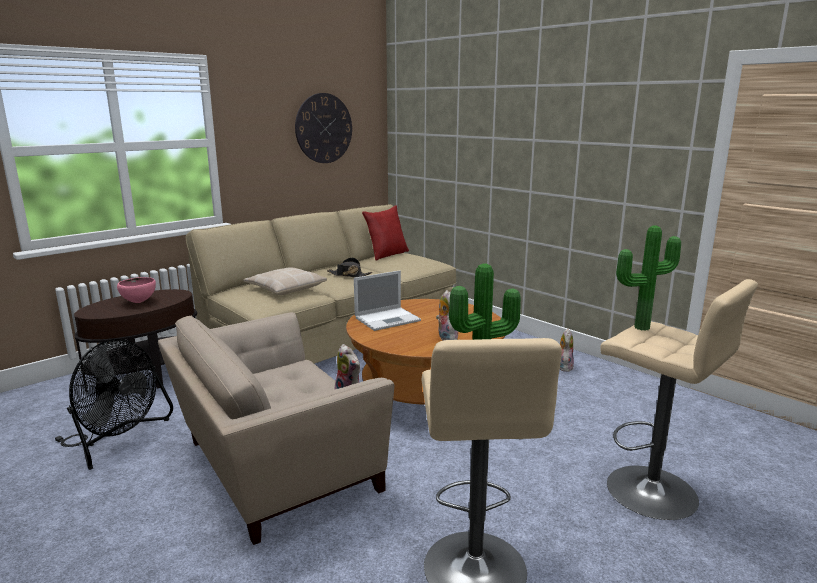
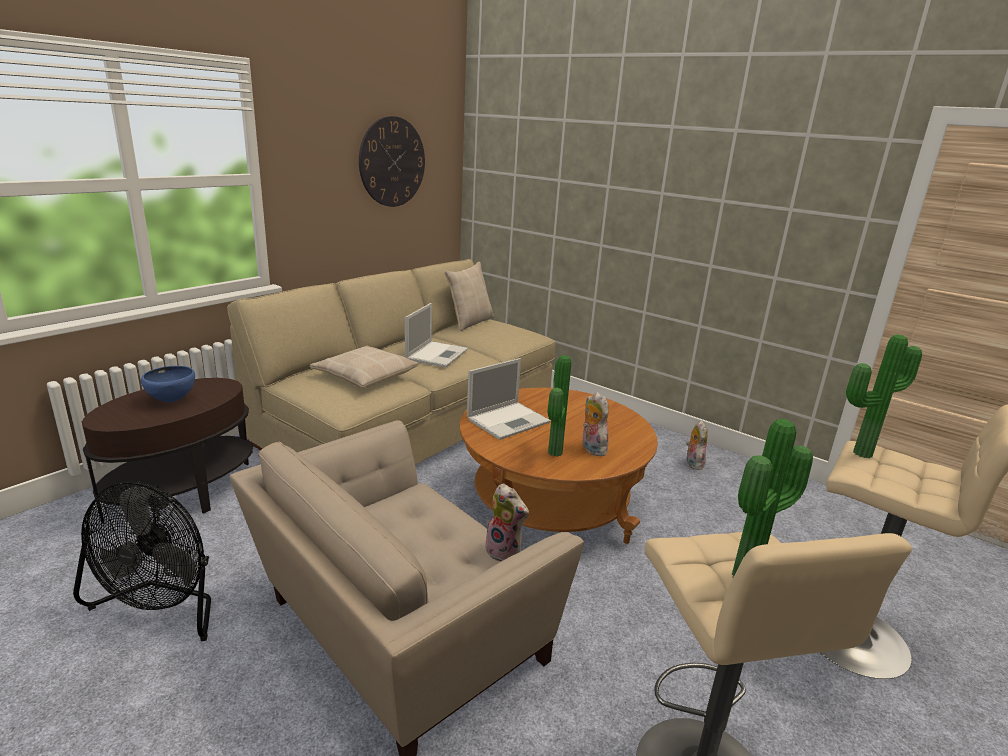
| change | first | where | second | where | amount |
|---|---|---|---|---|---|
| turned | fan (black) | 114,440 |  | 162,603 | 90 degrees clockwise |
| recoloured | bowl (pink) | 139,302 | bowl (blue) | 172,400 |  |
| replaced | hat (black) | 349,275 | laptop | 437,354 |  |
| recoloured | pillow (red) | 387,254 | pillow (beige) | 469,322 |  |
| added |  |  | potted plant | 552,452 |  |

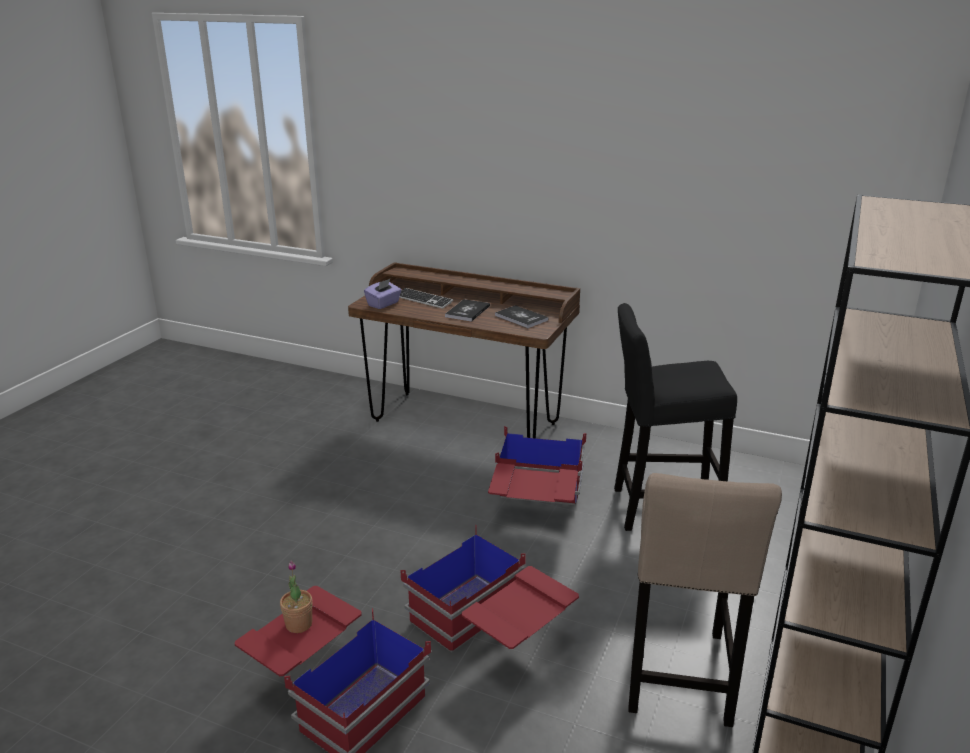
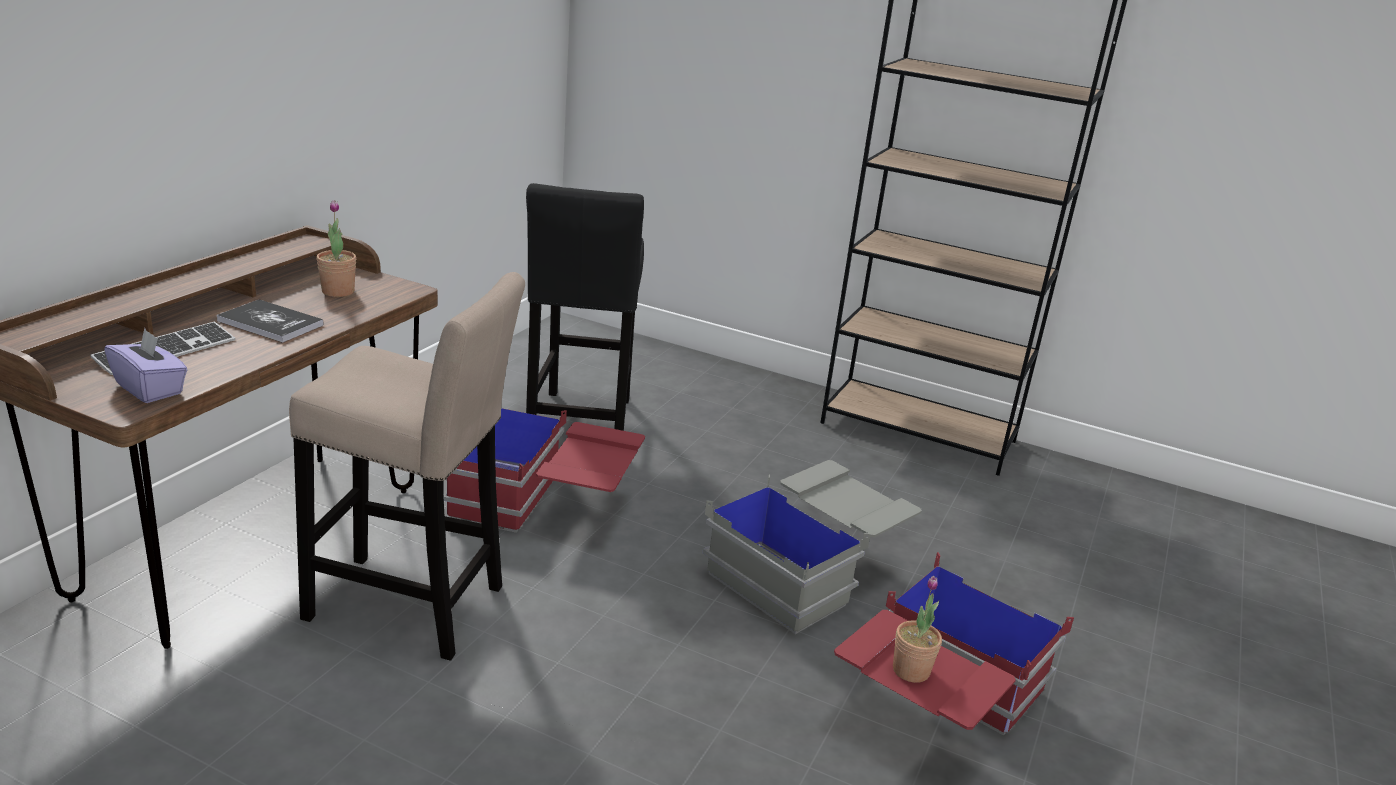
| change | first | where | second | where | amount |
|---|---|---|---|---|---|
| recoloured | storage box (red) | 490,632 | storage box (grey) | 808,573 |  |
| replaced | book | 521,318 | potted plant | 338,291 |  |
| moved | stool (beige) | 678,678 |  | 414,607 |  |

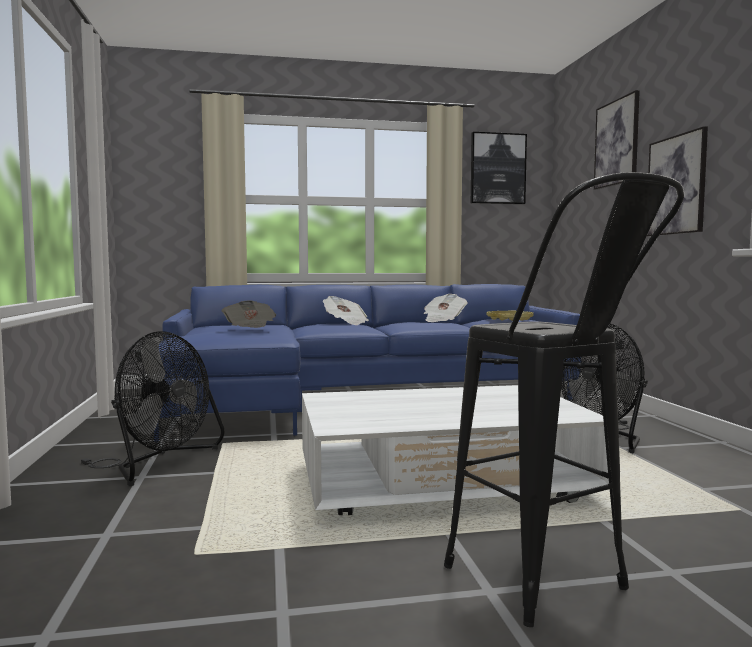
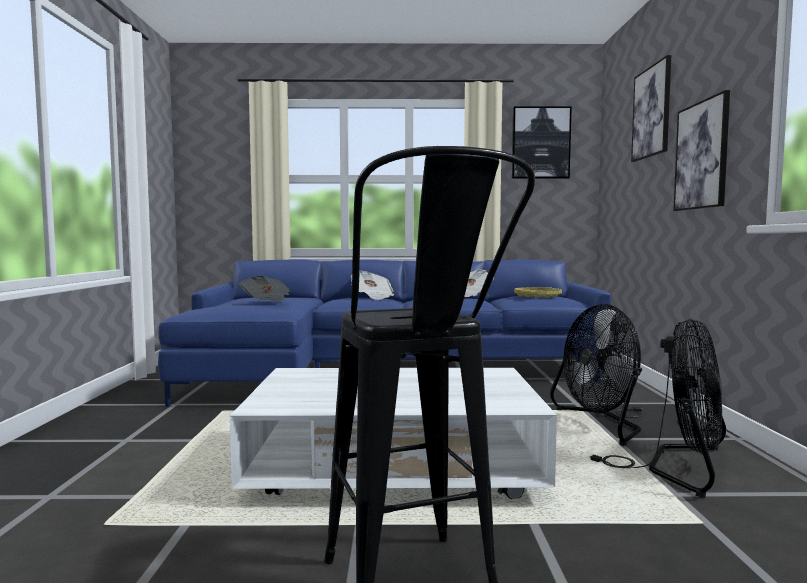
| change | first | where | second | where | amount |
|---|---|---|---|---|---|
| moved | fan (black) | 154,463 |  | 676,466 |  |

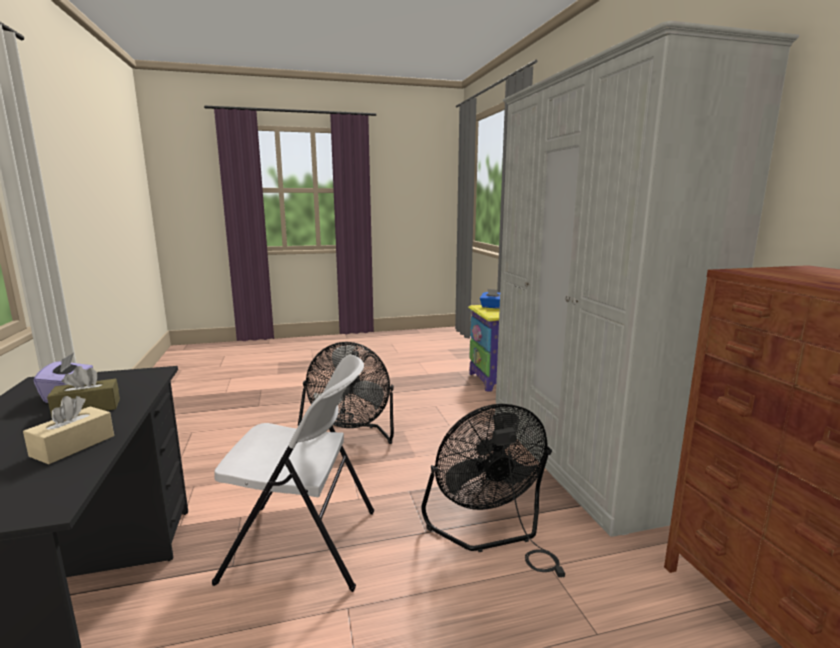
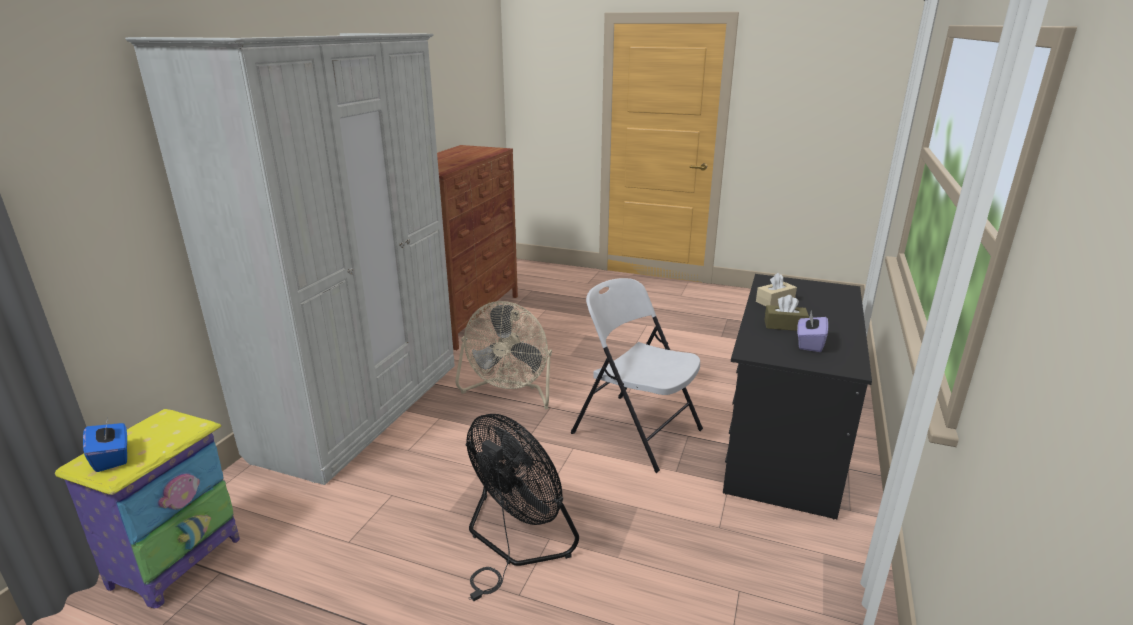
| change | first | where | second | where | amount |
|---|---|---|---|---|---|
| recoloured | fan (black) | 499,532 | fan (beige) | 508,390 |  |

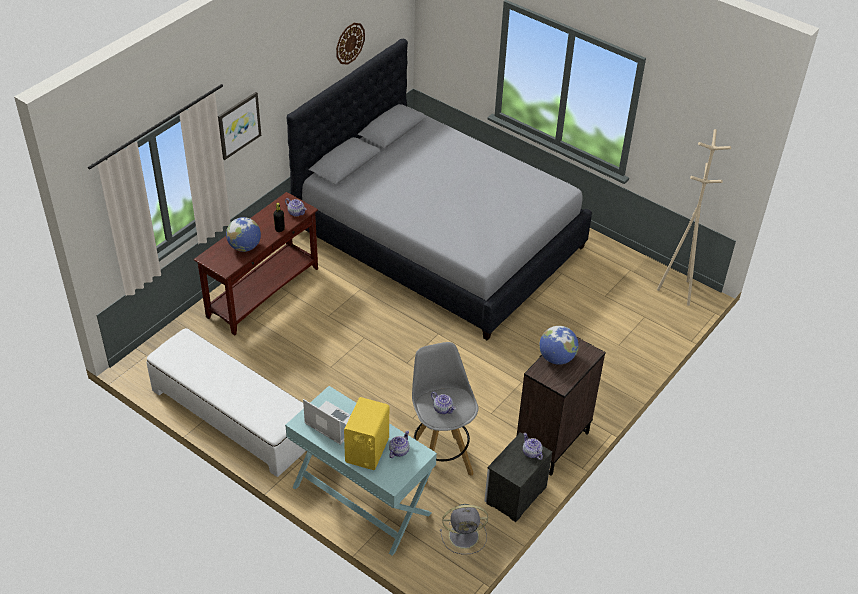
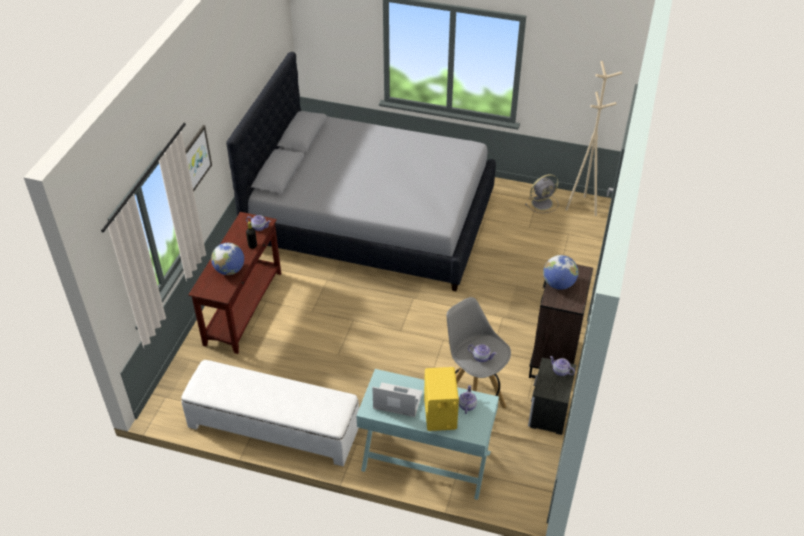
| change | first | where | second | where | amount |
|---|---|---|---|---|---|
| removed | wall clock | 350,43 |  |  |  |
| moved | fan (grey) | 465,536 |  | 543,203 |  |

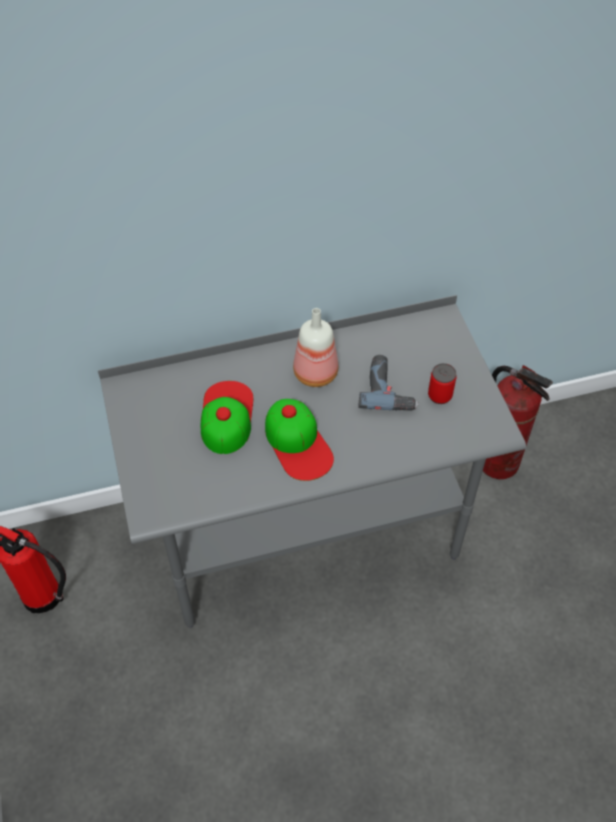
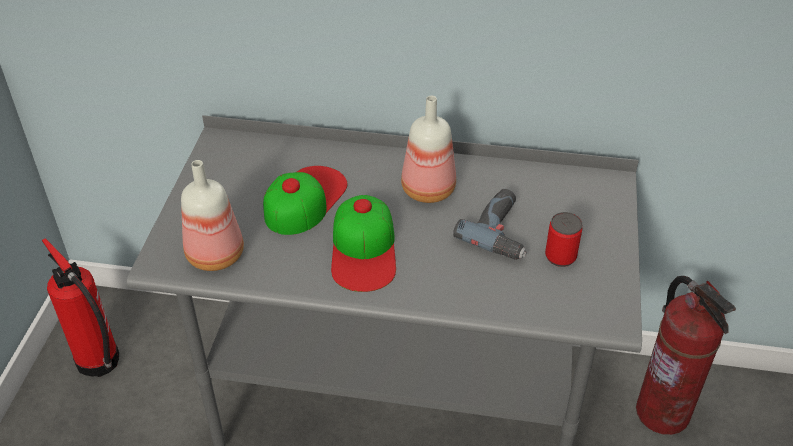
| change | first | where | second | where | amount |
|---|---|---|---|---|---|
| added |  |  | bottle | 215,254 |  |

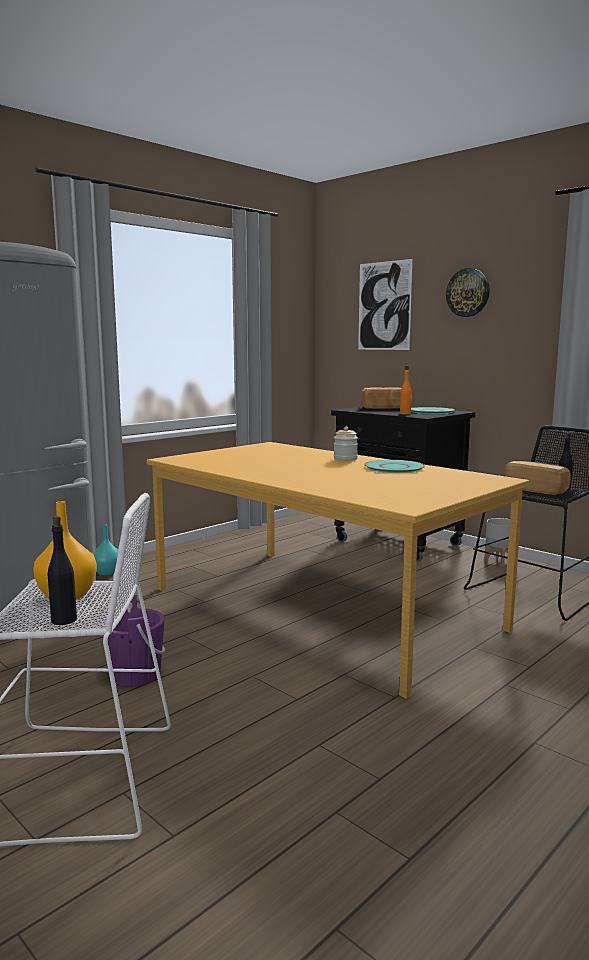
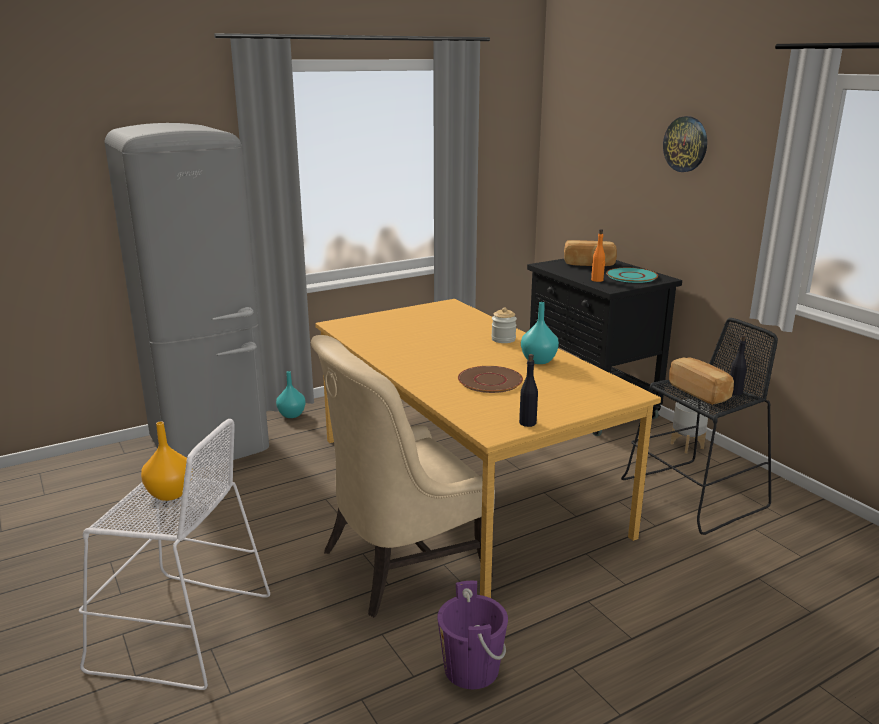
| change | first | where | second | where | amount |
|---|---|---|---|---|---|
| moved | bottle (black) | 64,620 |  | 527,423 |  |
| moved | bucket (purple) | 135,674 |  | 471,669 |  |
| removed | picture | 384,306 |  |  |  |
| replaced | plate (turquoise) | 394,467 | vase (turquoise) | 539,360 |  |
| added |  |  | chair (beige) | 402,563 |  |
| added |  |  | plate (brown) | 490,380 |  |

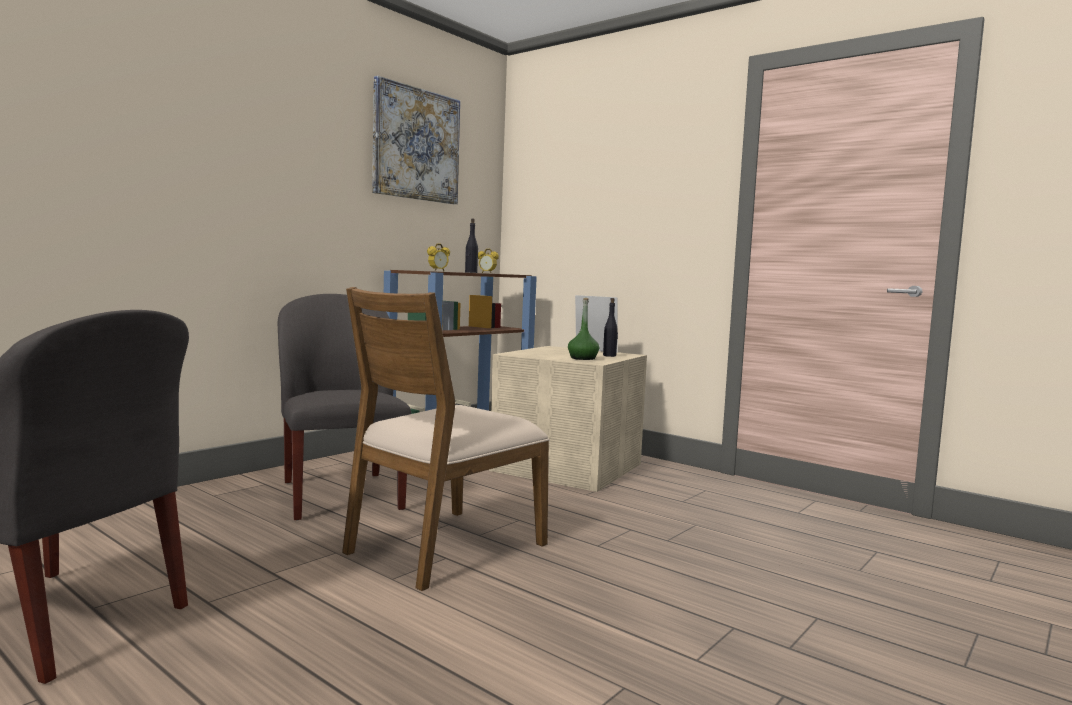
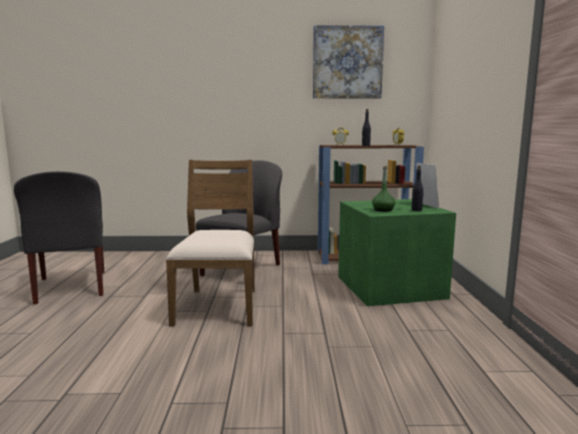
| change | first | where | second | where | amount |
|---|---|---|---|---|---|
| turned | chair (brown) | 443,547 |  | 218,306 | 90 degrees clockwise |
| recoloured | storage box (beige) | 564,467 | storage box (green) | 388,286 |  |

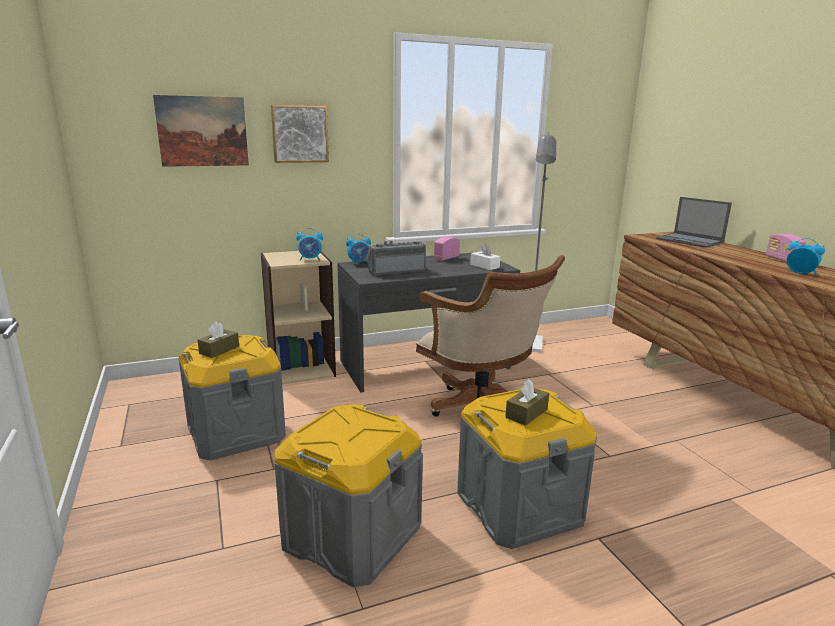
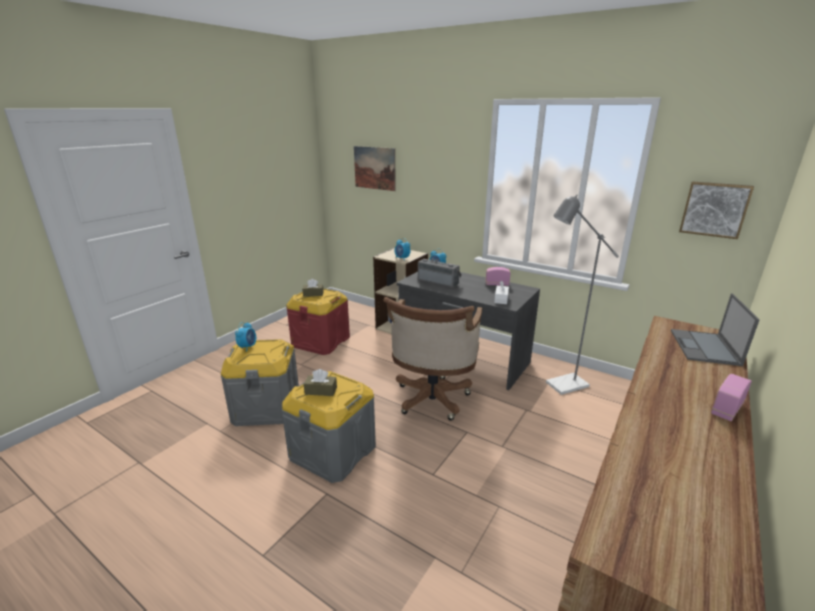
| change | first | where | second | where | amount |
|---|---|---|---|---|---|
| recoloured | storage box (grey) | 236,432 | storage box (red) | 321,341 |  |
| moved | picture | 300,134 |  | 714,209 |  |
| moved | alarm clock | 800,273 |  | 248,347 |  |

